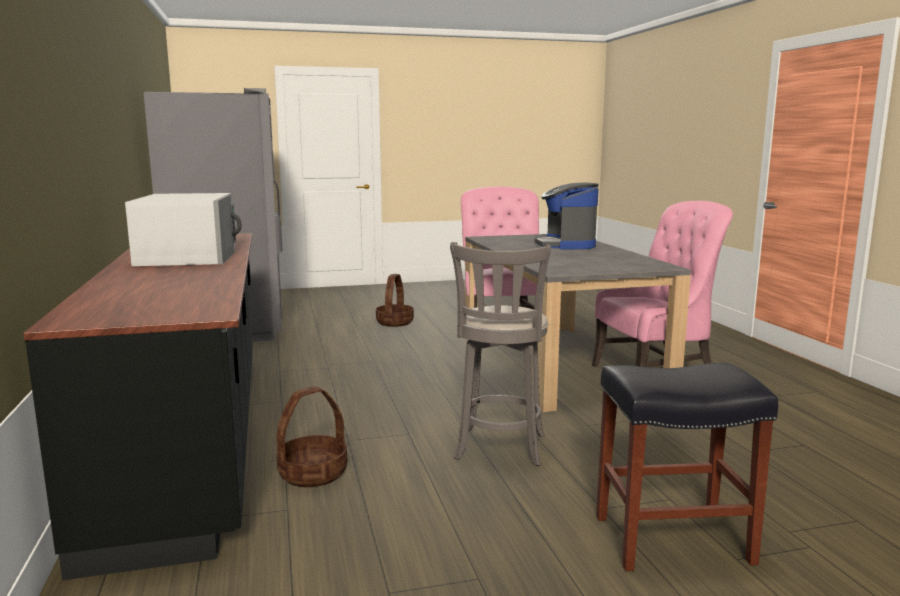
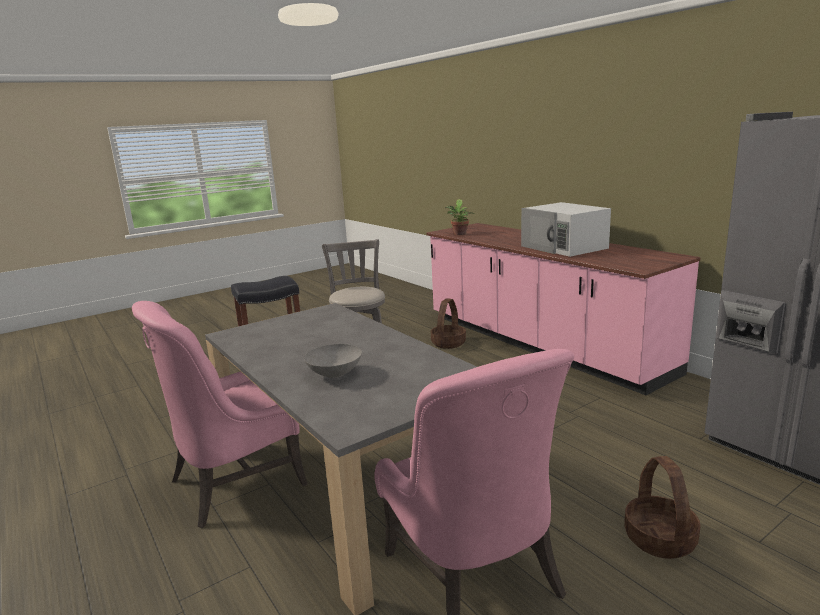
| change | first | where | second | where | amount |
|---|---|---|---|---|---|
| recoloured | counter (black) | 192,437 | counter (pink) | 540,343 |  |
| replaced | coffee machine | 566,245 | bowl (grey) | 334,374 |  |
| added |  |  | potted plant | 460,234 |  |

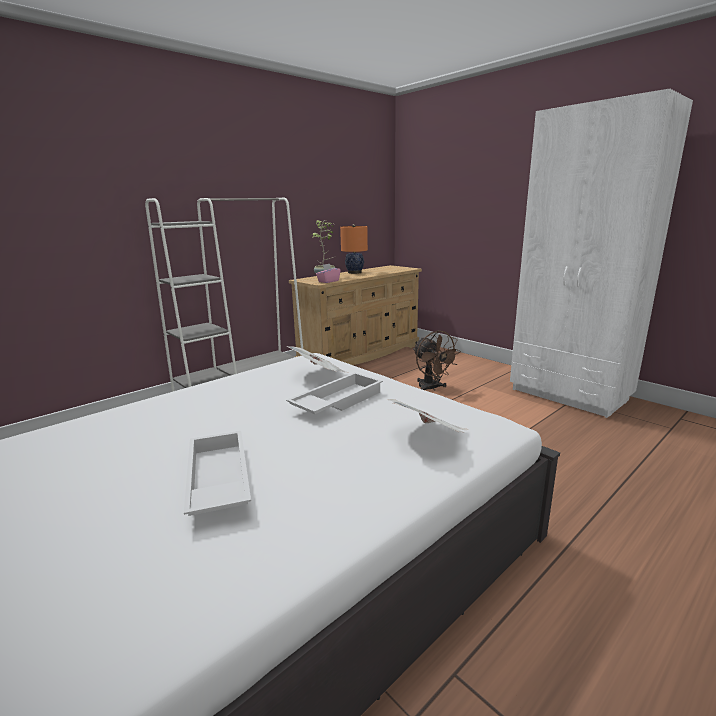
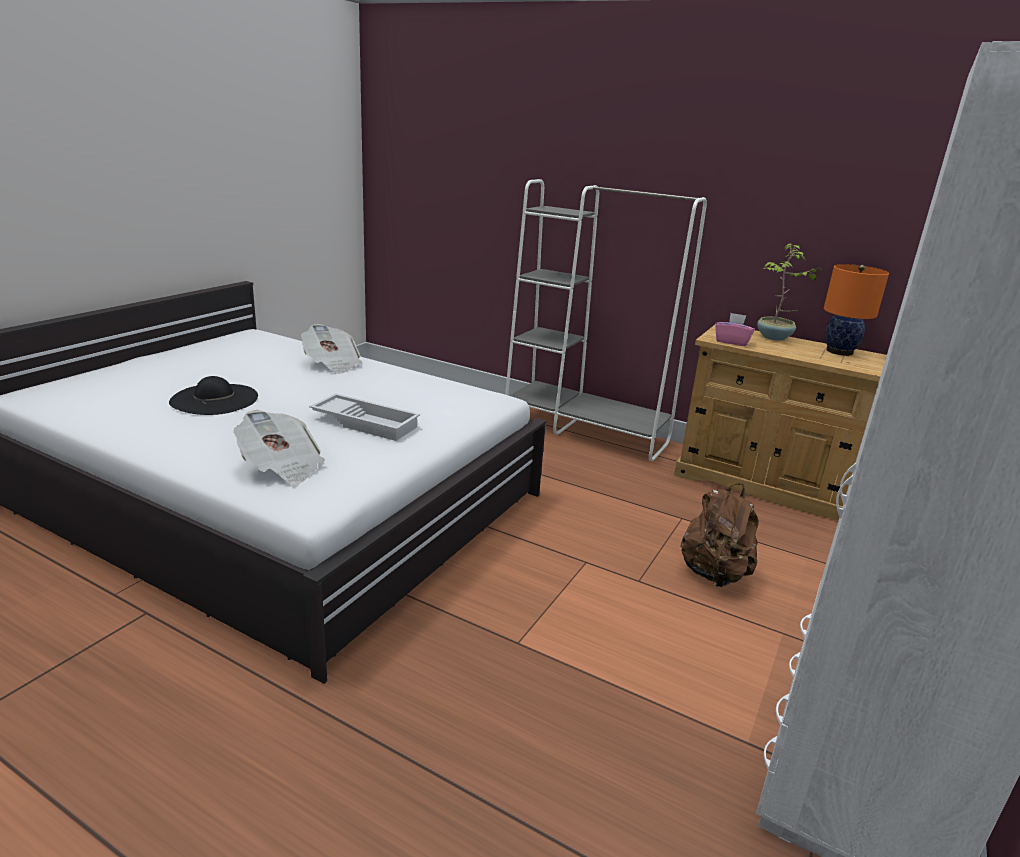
| change | first | where | second | where | amount |
|---|---|---|---|---|---|
| replaced | tray (white) | 216,481 | hat (black) | 214,399 |  |
| moved | newspaper | 319,374 |  | 332,364 |  |
| replaced | fan (brown) | 431,388 | backpack (brown) | 714,574 |  |

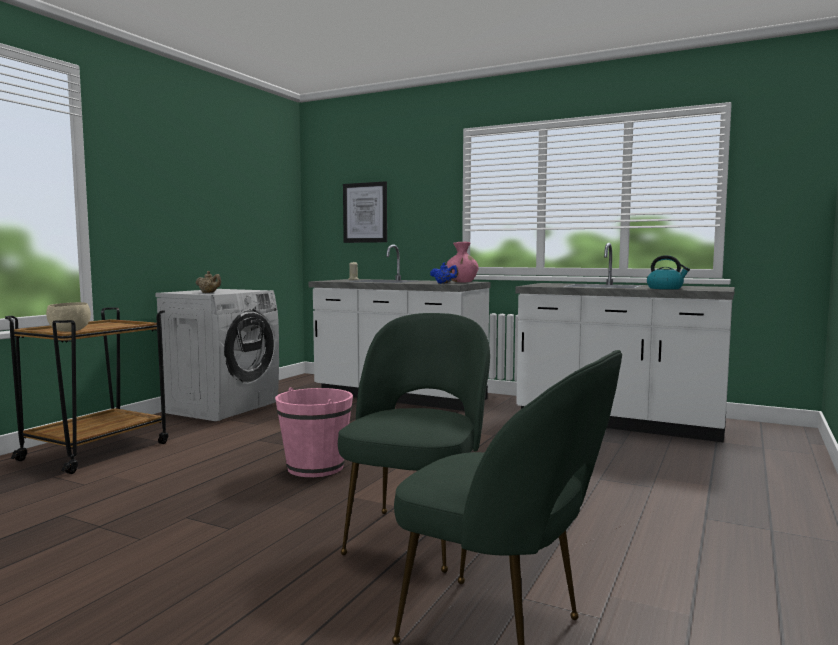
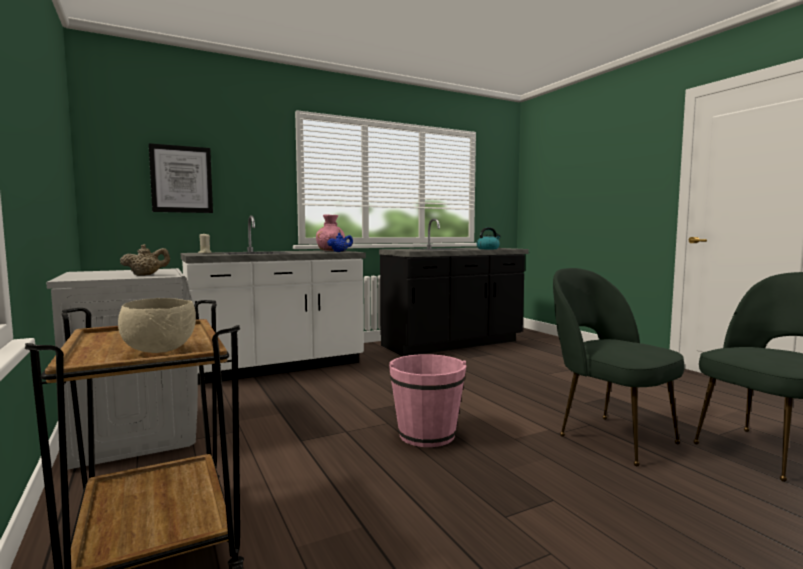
| change | first | where | second | where | amount |
|---|---|---|---|---|---|
| recoloured | counter (white) | 619,423 | counter (black) | 453,344 |  |

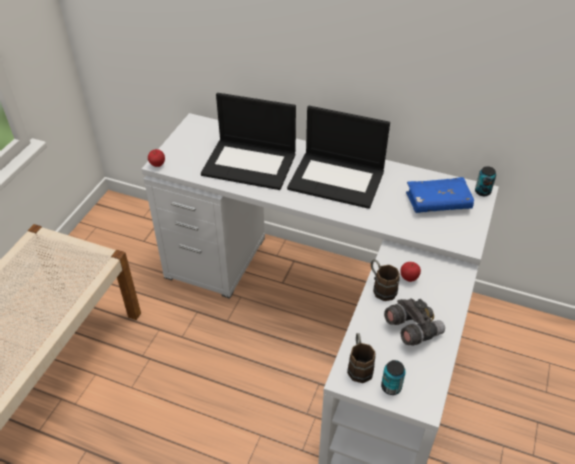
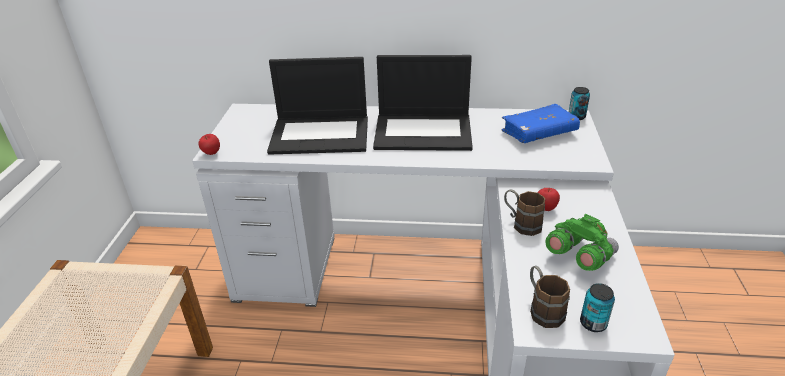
| change | first | where | second | where | amount |
|---|---|---|---|---|---|
| recoloured | binoculars (grey) | 412,329 | binoculars (green) | 579,256 |  |

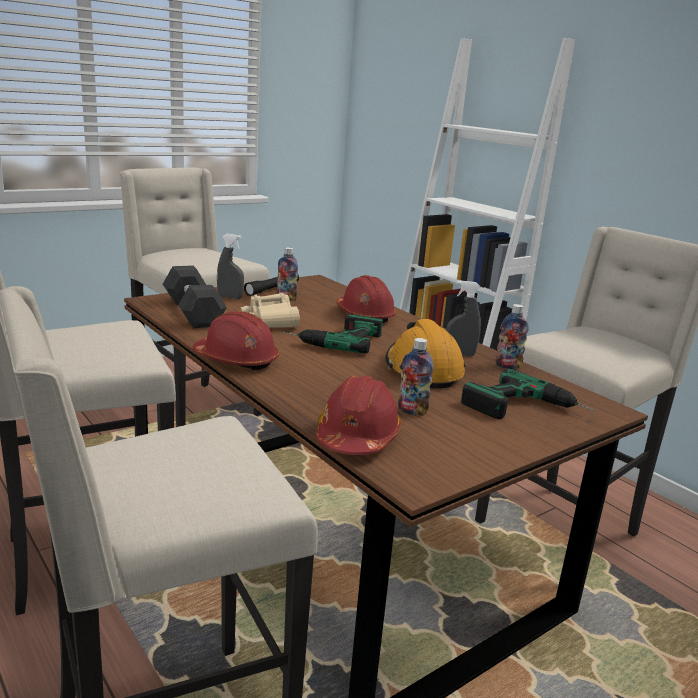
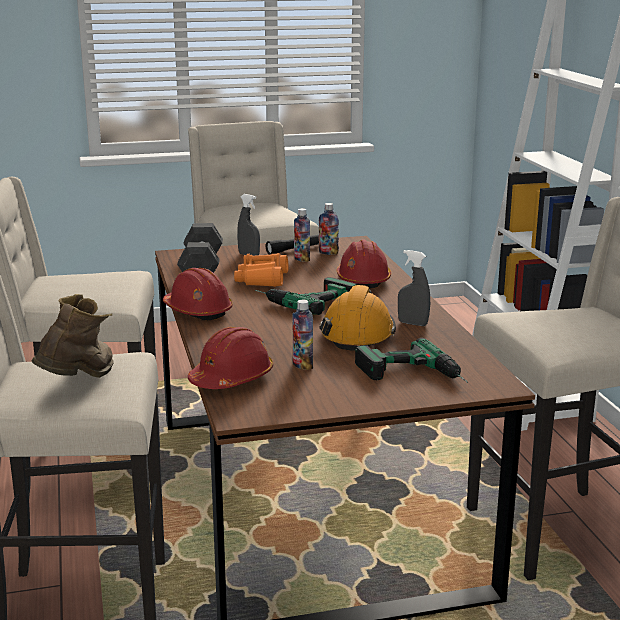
| change | first | where | second | where | amount |
|---|---|---|---|---|---|
| recoloured | binoculars (beige) | 269,321 | binoculars (orange) | 262,279 |  |
| moved | bottle | 508,366 |  | 328,253 |  |
| added |  |  | boot (brown) | 80,383 |  |

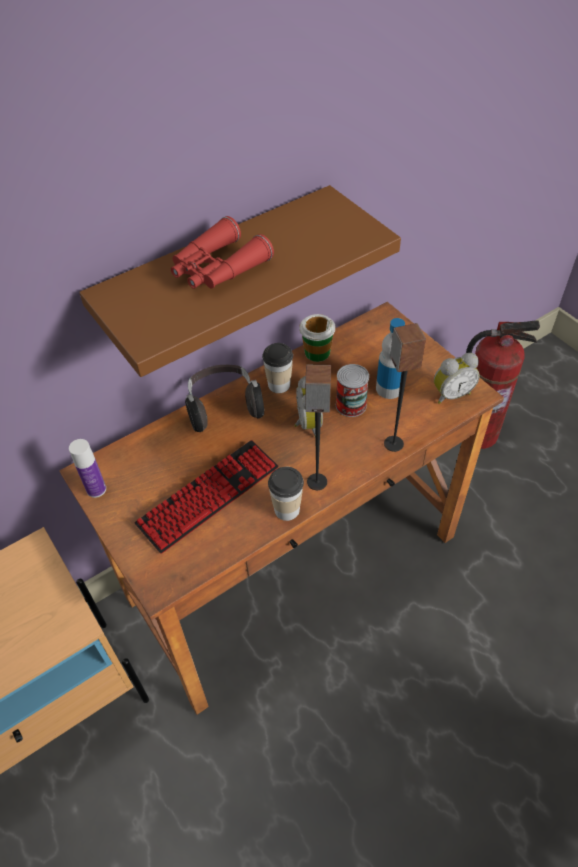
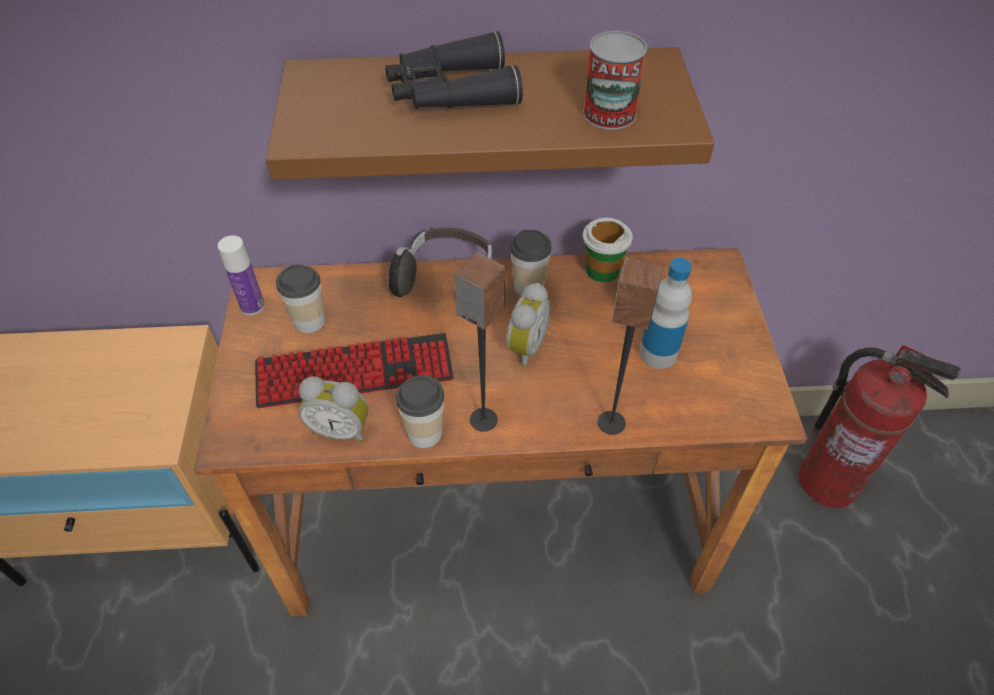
| change | first | where | second | where | amount |
|---|---|---|---|---|---|
| recoloured | binoculars (red) | 217,268 | binoculars (black) | 451,92 |  |
| moved | can | 351,405 |  | 609,113 |  |
| moved | alarm clock | 451,394 |  | 341,429 |  |
| added |  |  | cup | 309,321 |  |

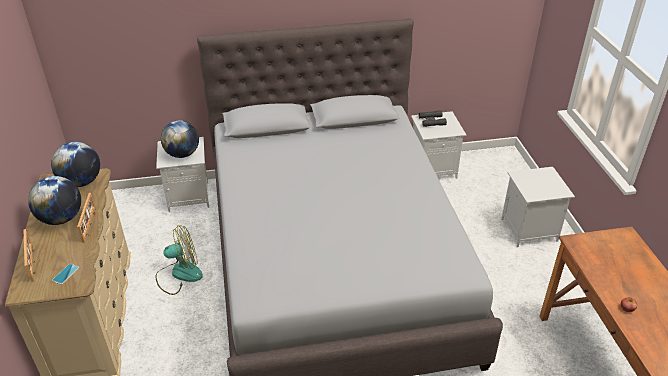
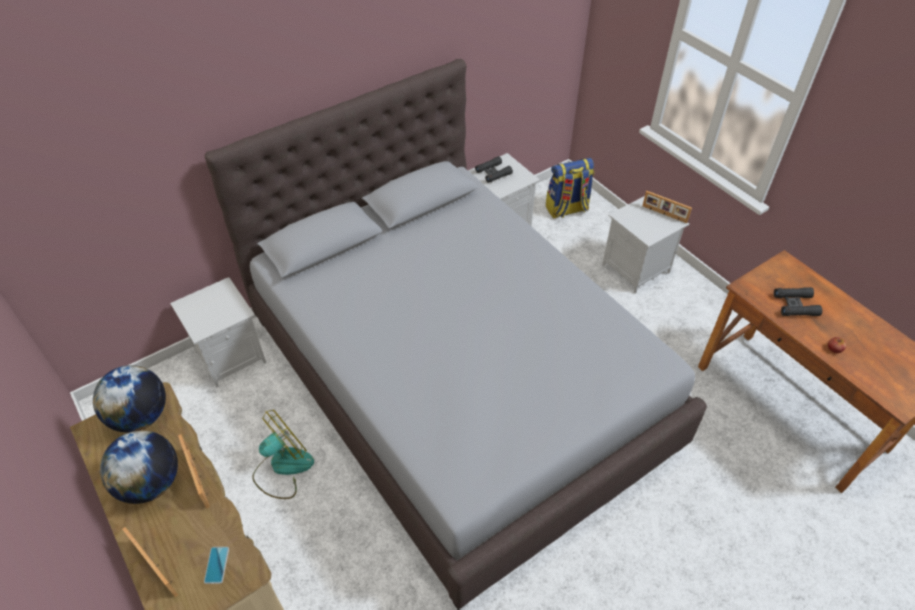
| change | first | where | second | where | amount |
|---|---|---|---|---|---|
| removed | globe | 182,154 |  |  |  |
| added |  |  | backpack | 567,209 |  |
| added |  |  | picture frame | 664,214 |  |
| added |  |  | binoculars (black) | 795,305 |  |

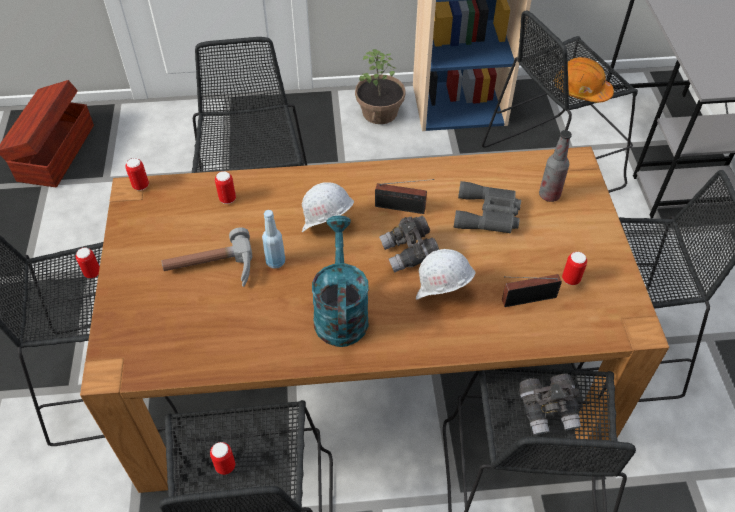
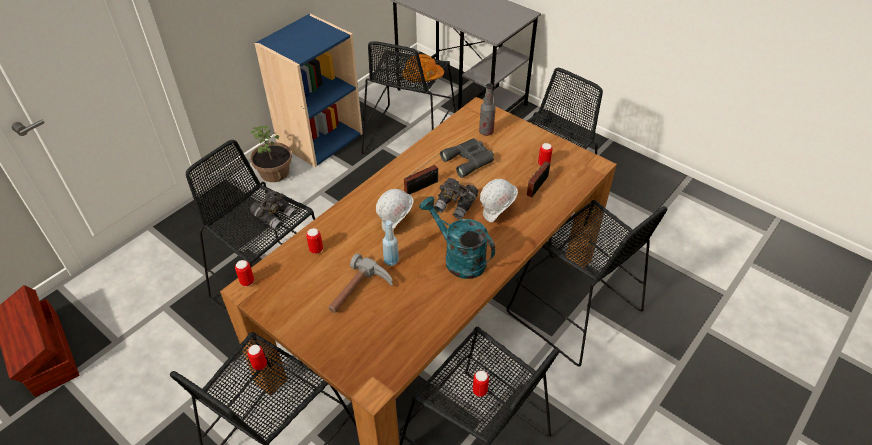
| change | first | where | second | where | amount |
|---|---|---|---|---|---|
| moved | binoculars (grey) | 548,410 |  | 275,216 |  |

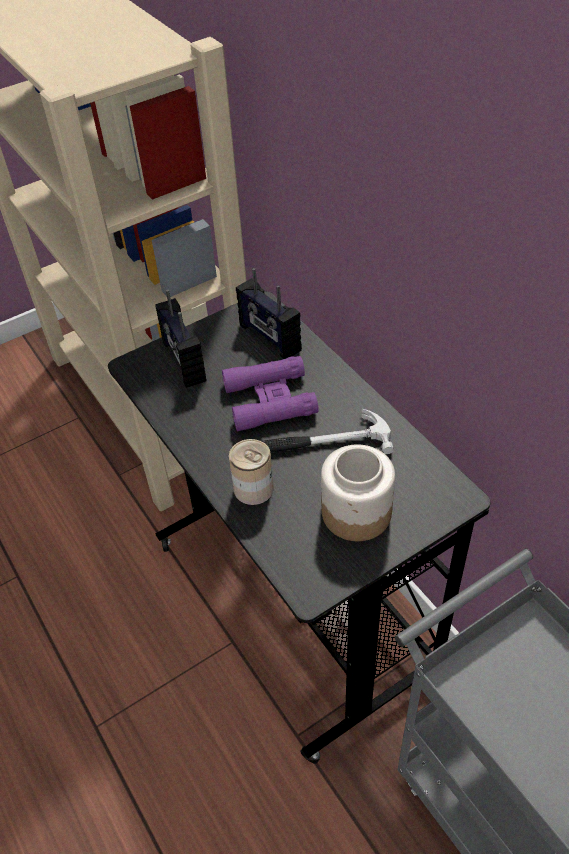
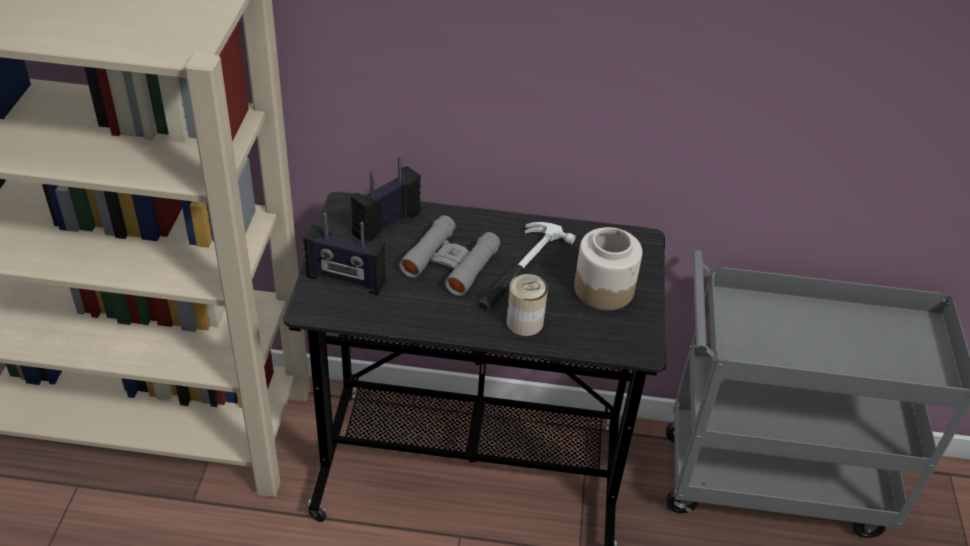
| change | first | where | second | where | amount |
|---|---|---|---|---|---|
| recoloured | binoculars (purple) | 270,400 | binoculars (grey) | 450,262 |  |
| turned | radio | 269,338 |  | 386,223 | 135 degrees clockwise |

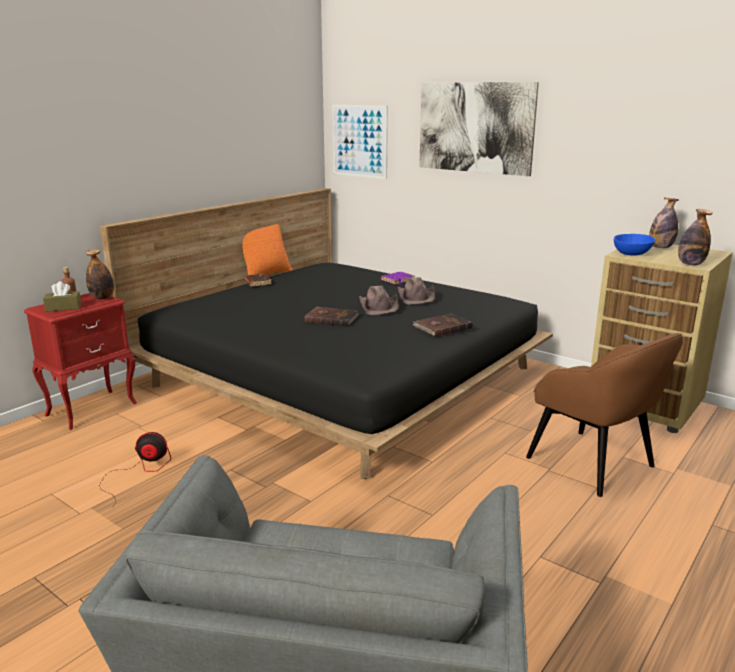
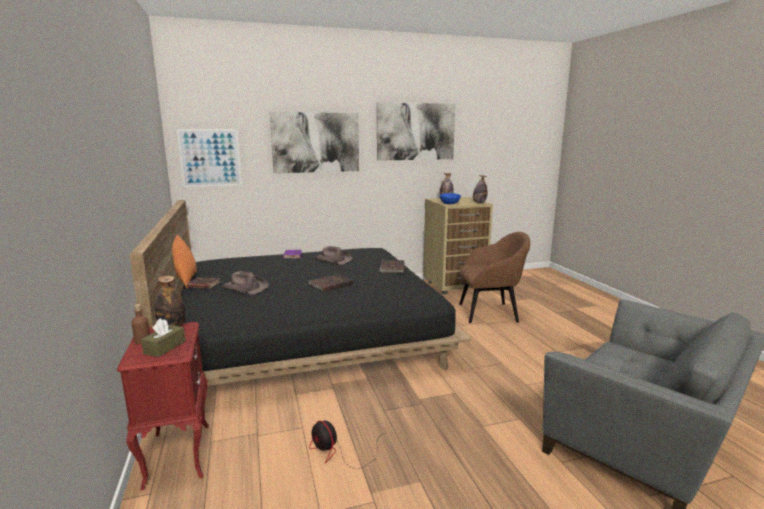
| change | first | where | second | where | amount |
|---|---|---|---|---|---|
| turned | fan | 139,472 |  | 340,453 | 75 degrees counterclockwise |
| moved | hat (brown) | 379,306 |  | 245,288 |  |
| added |  |  | picture | 416,131 |  |

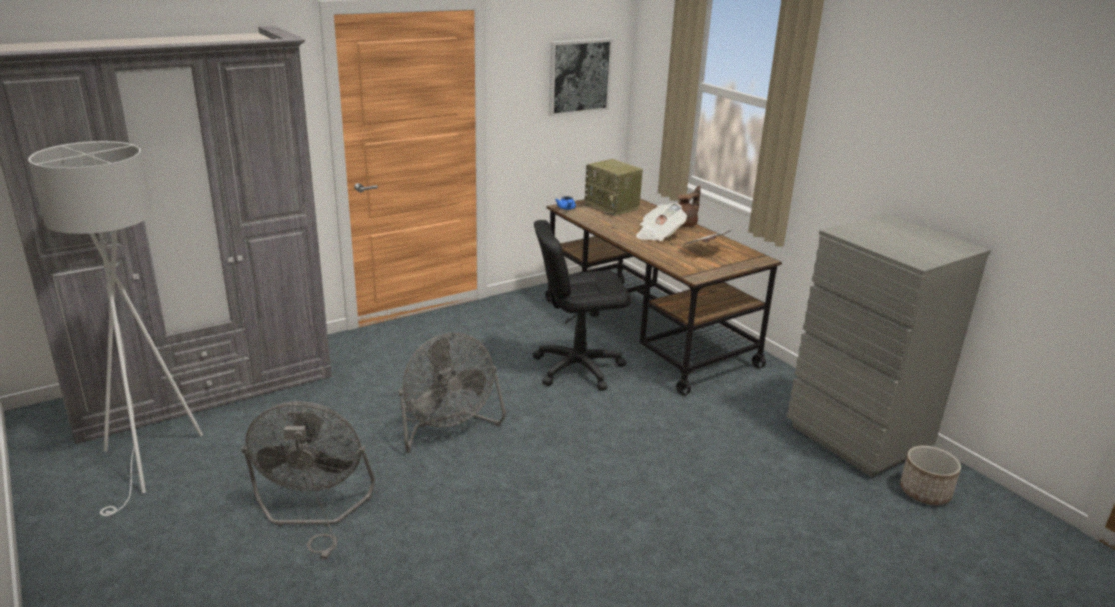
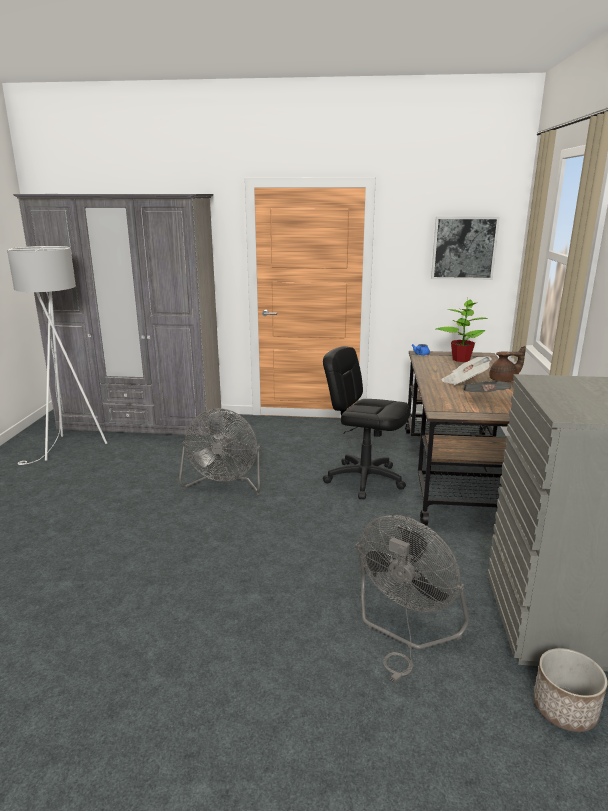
| change | first | where | second | where | amount |
|---|---|---|---|---|---|
| moved | fan (grey) | 312,513 |  | 401,629 |  |
| replaced | radio | 612,207 | potted plant | 461,359 |  |

